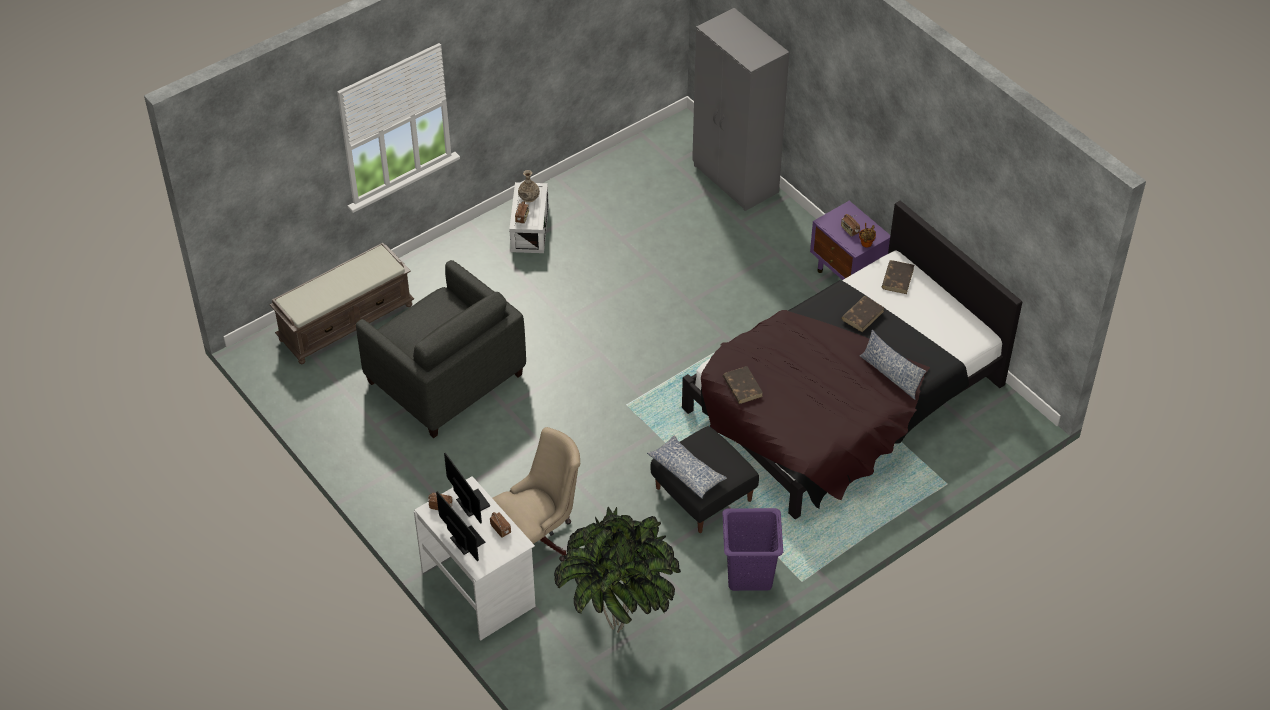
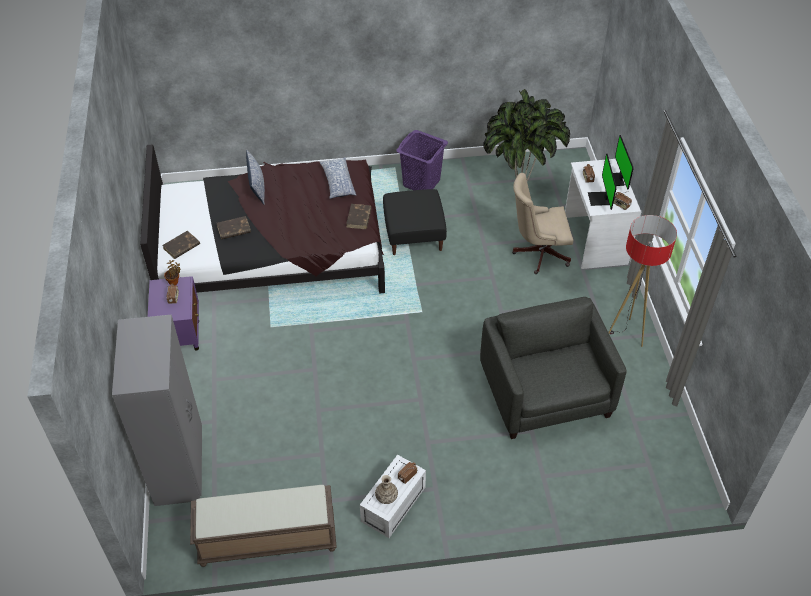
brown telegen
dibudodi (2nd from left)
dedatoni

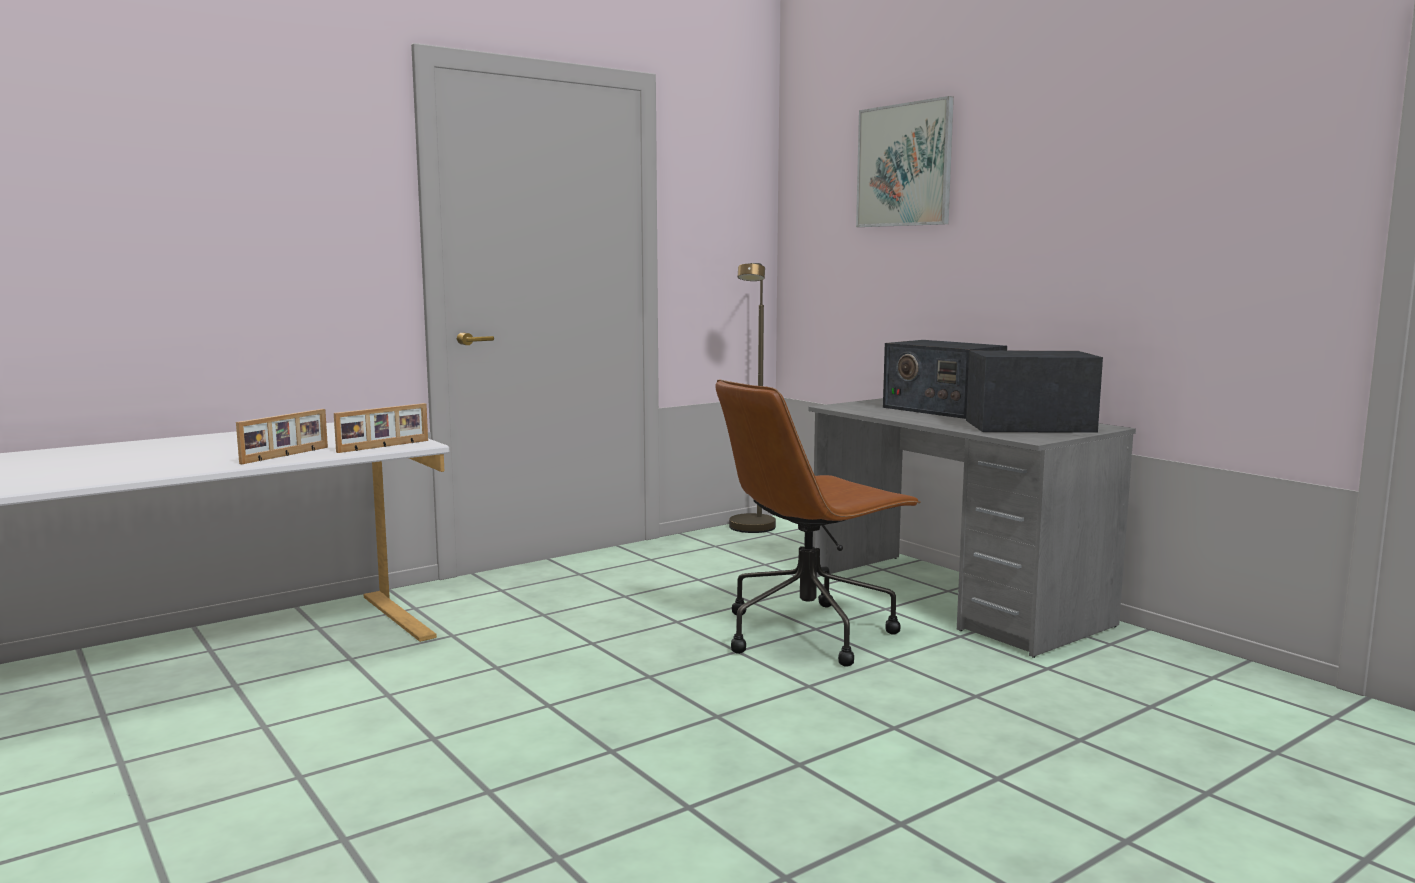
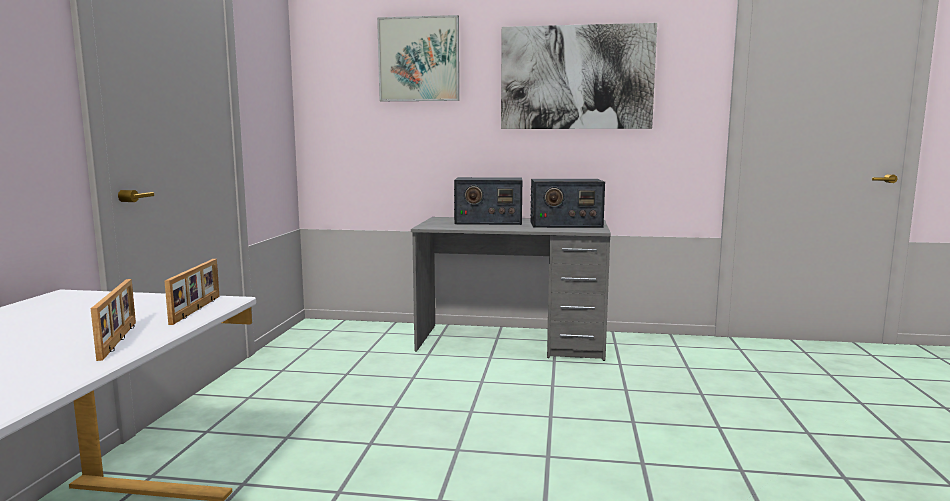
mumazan (2nd from left)
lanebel (2nd from left)
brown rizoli
brown dedatoni

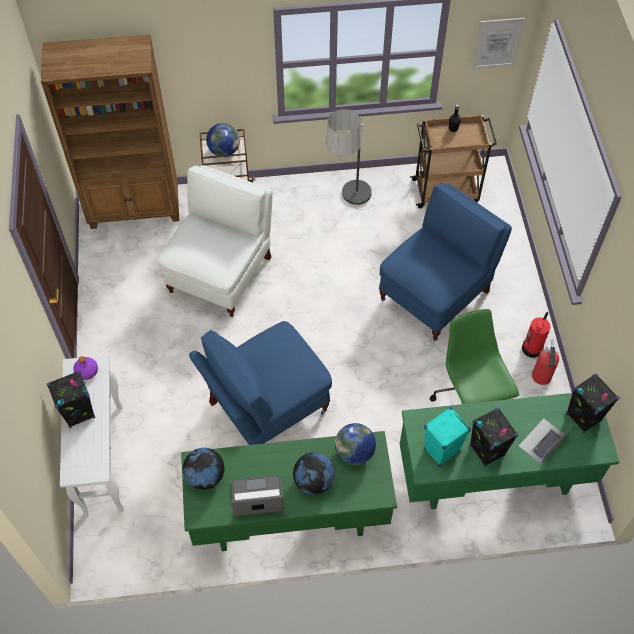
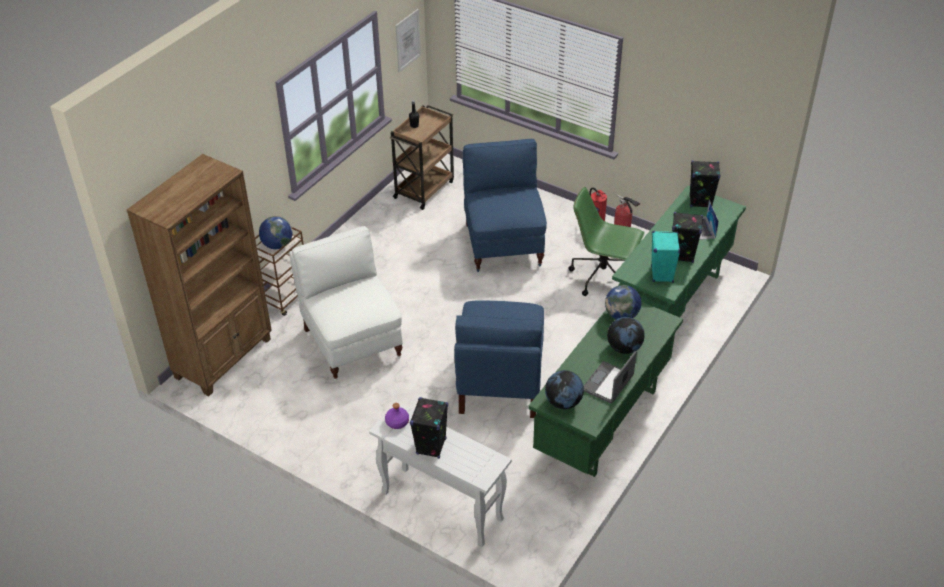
dedatoni

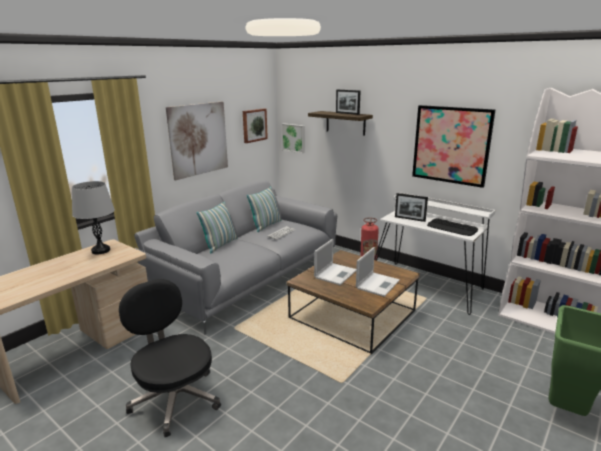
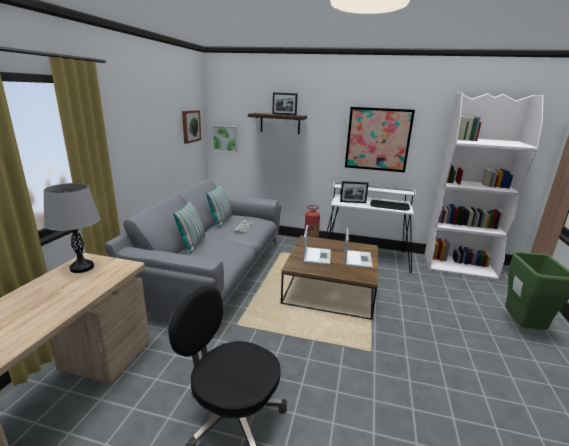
mumazan (1st from left in the first image)

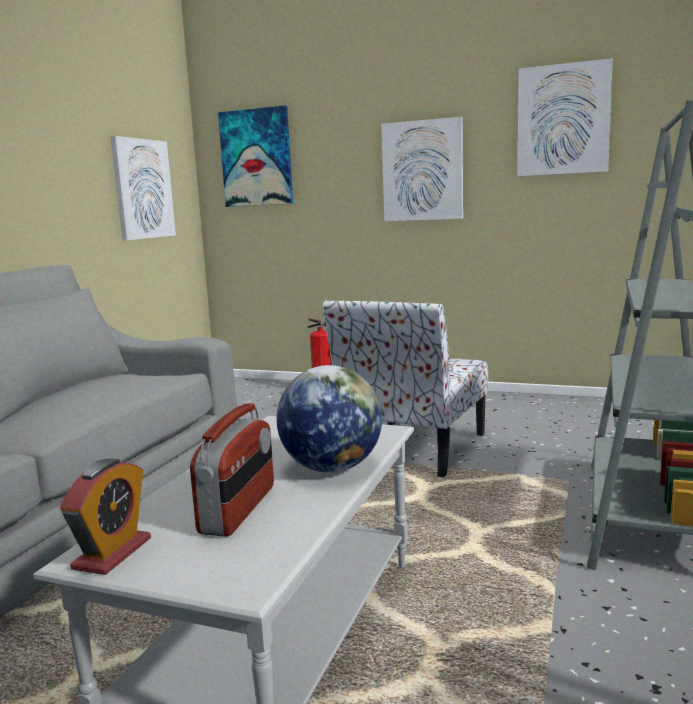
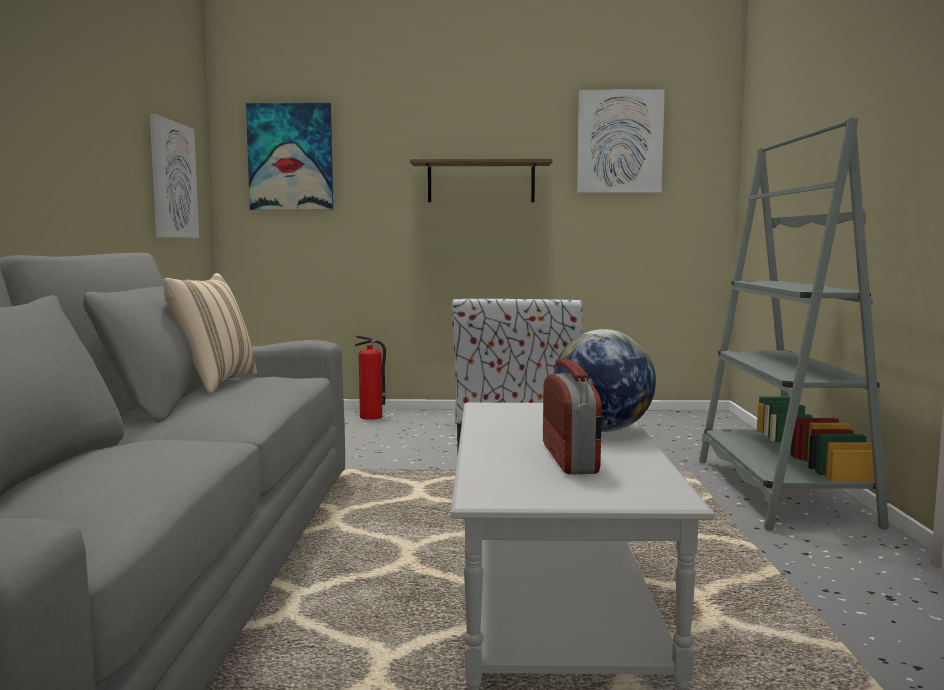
beige dibudodi
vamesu
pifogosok

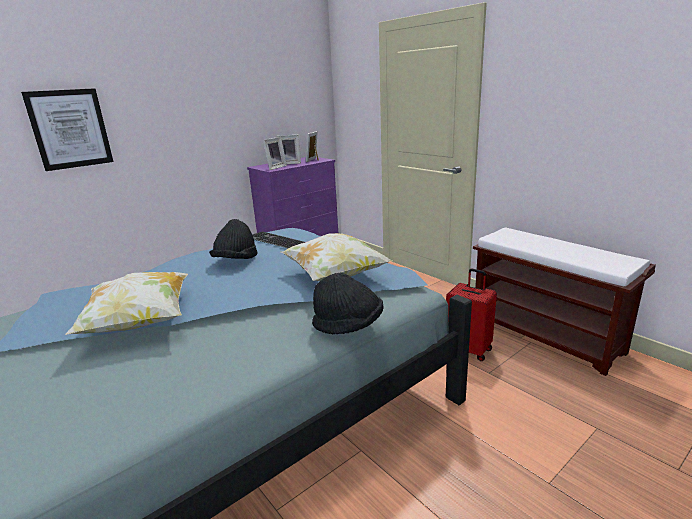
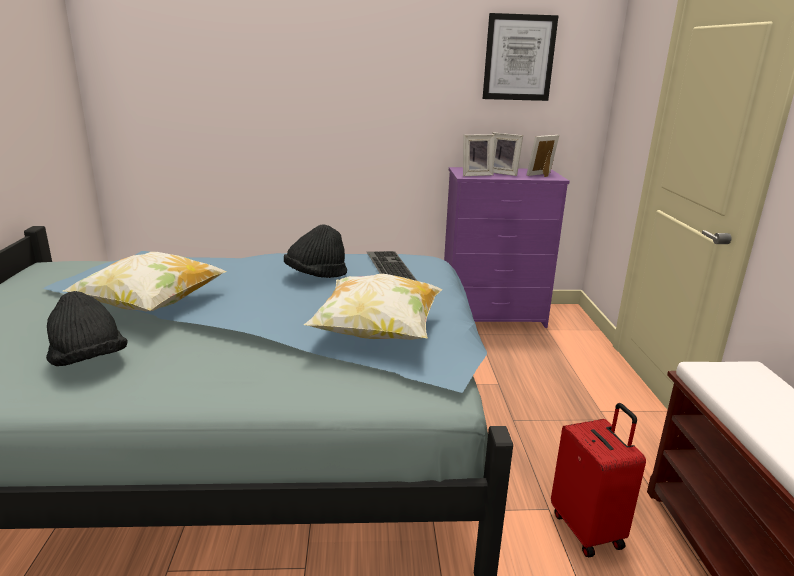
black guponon (1st from left)
mumazan

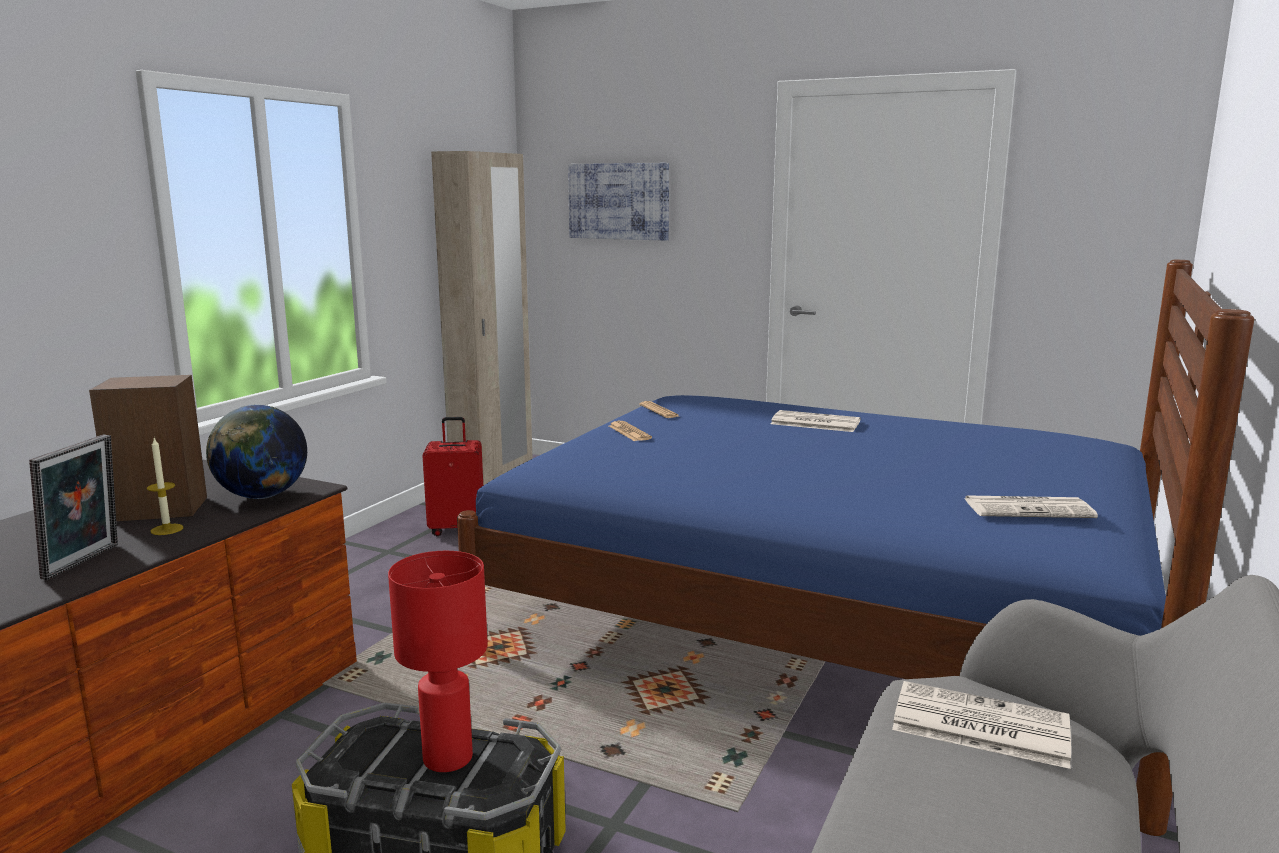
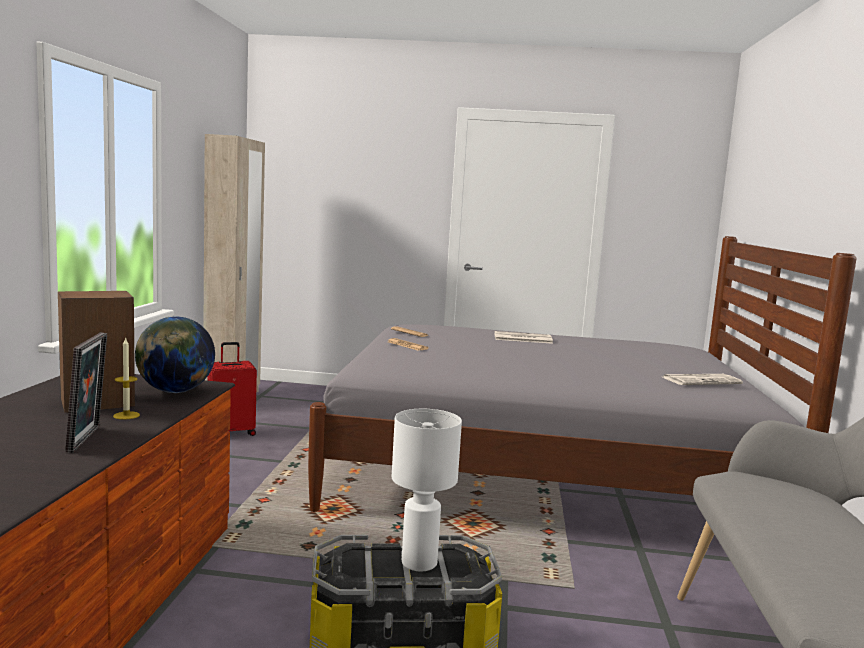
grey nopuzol
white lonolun
mumazan
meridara (4th from left in the first image)

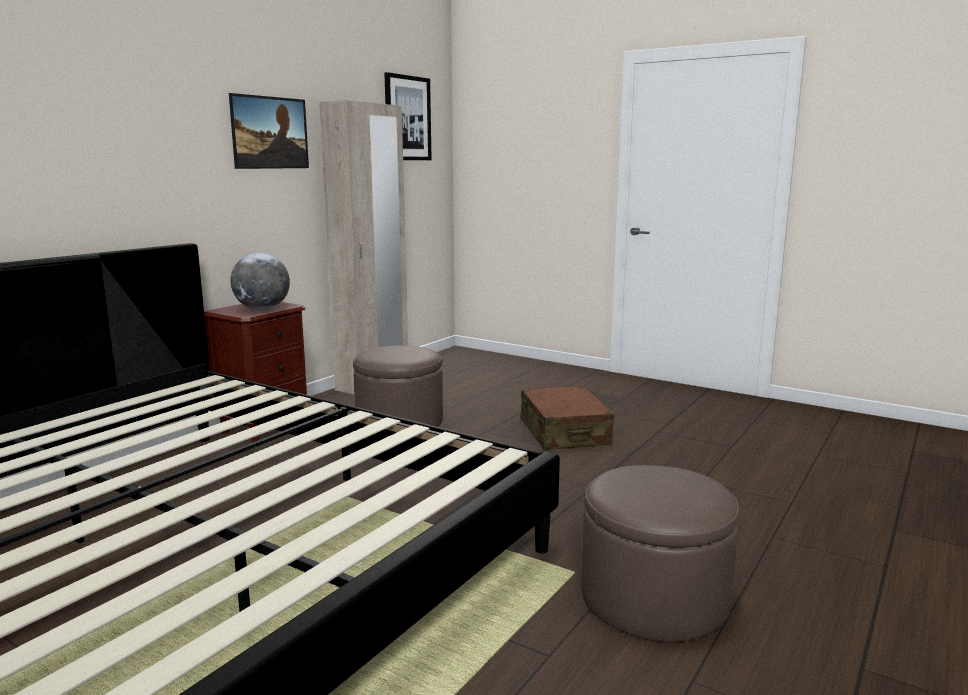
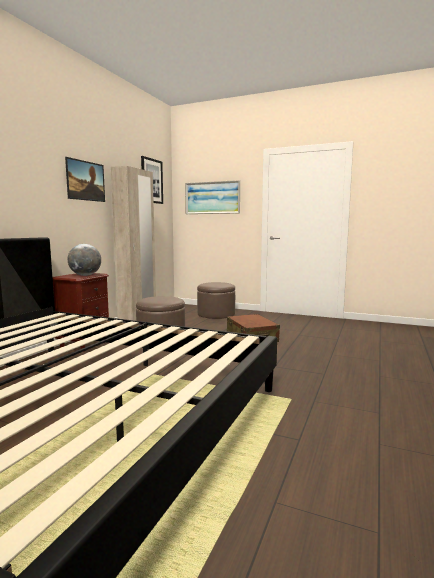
mumazan (3rd from left)
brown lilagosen (2nd from left)

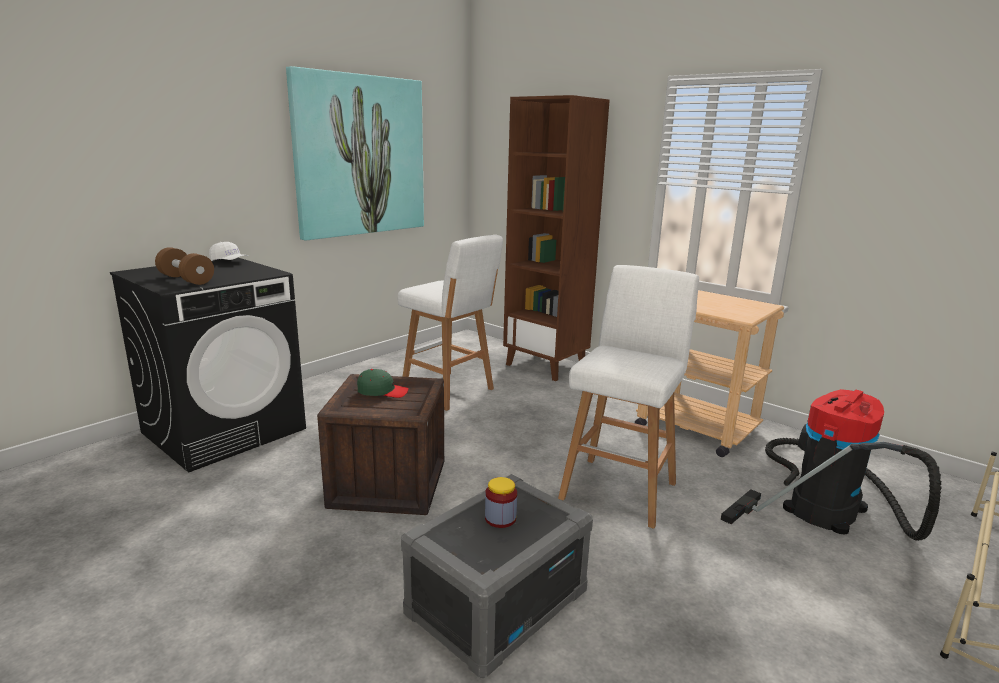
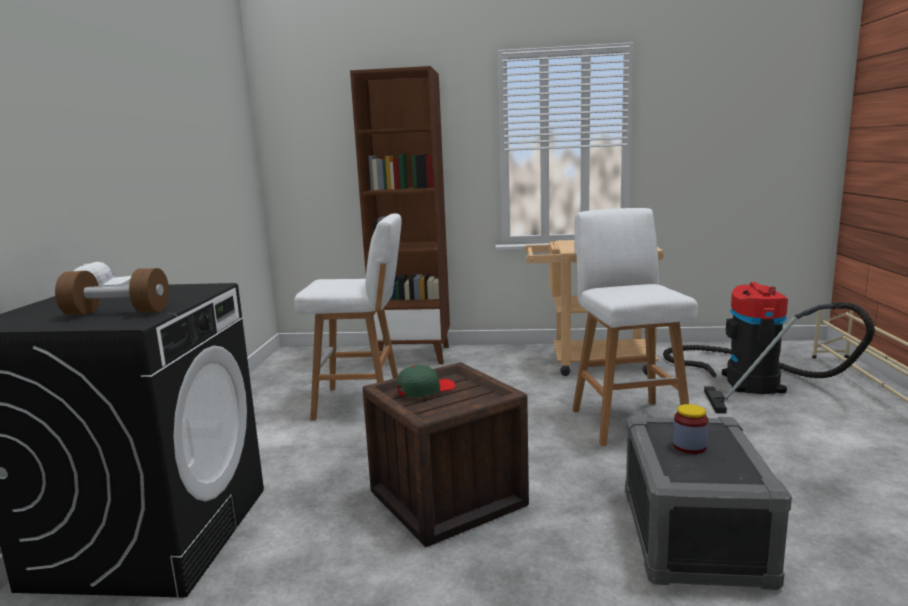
mumazan

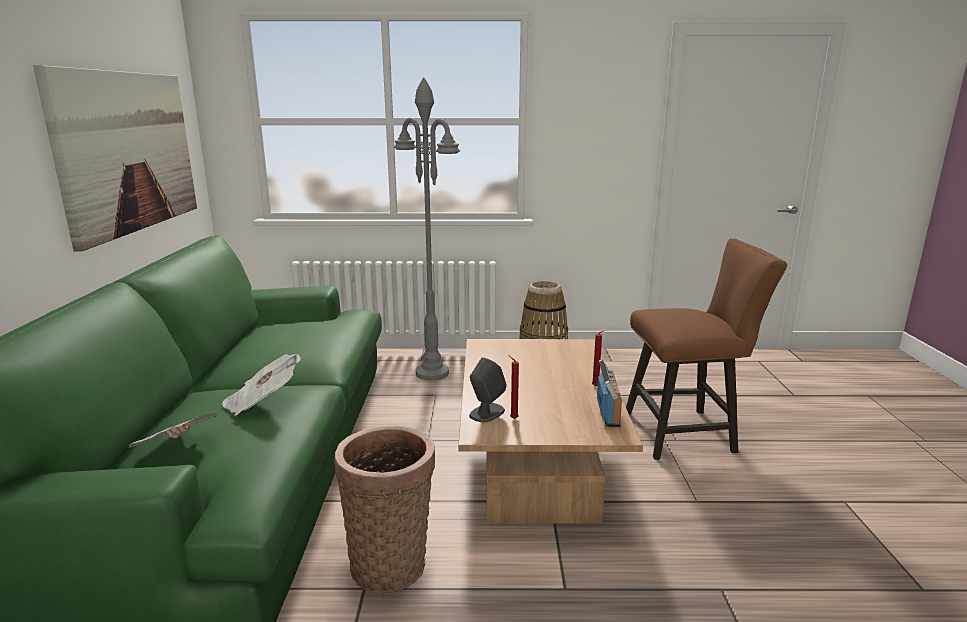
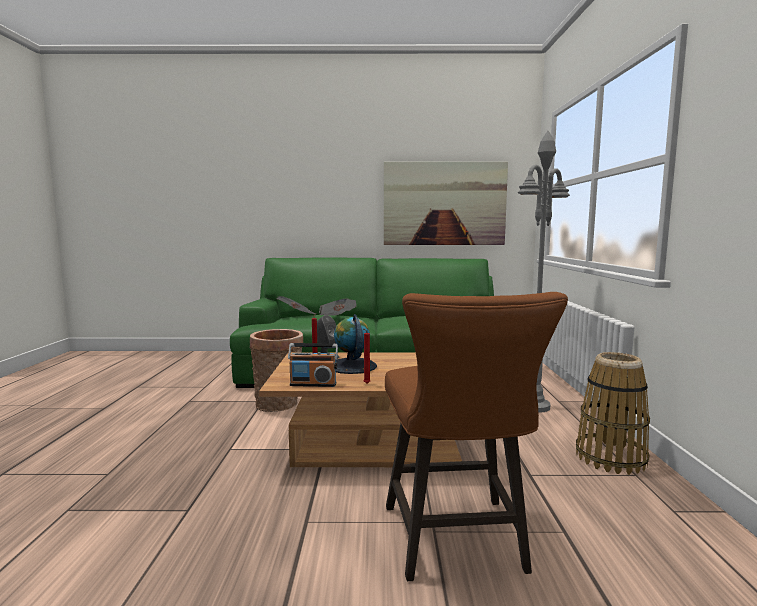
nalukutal

